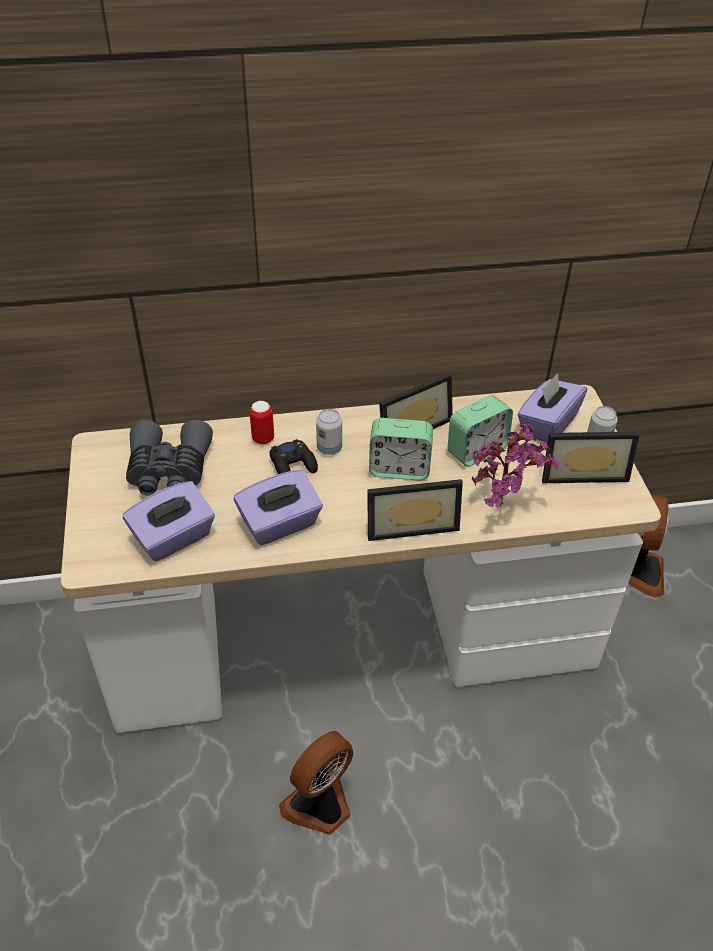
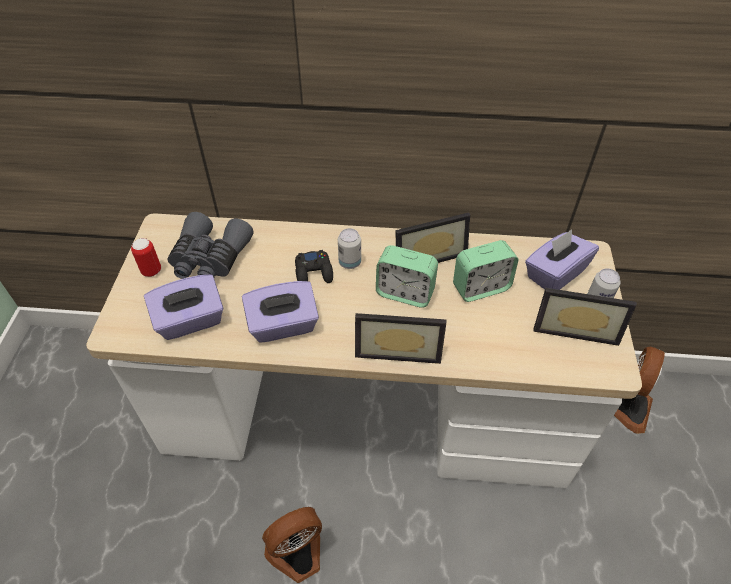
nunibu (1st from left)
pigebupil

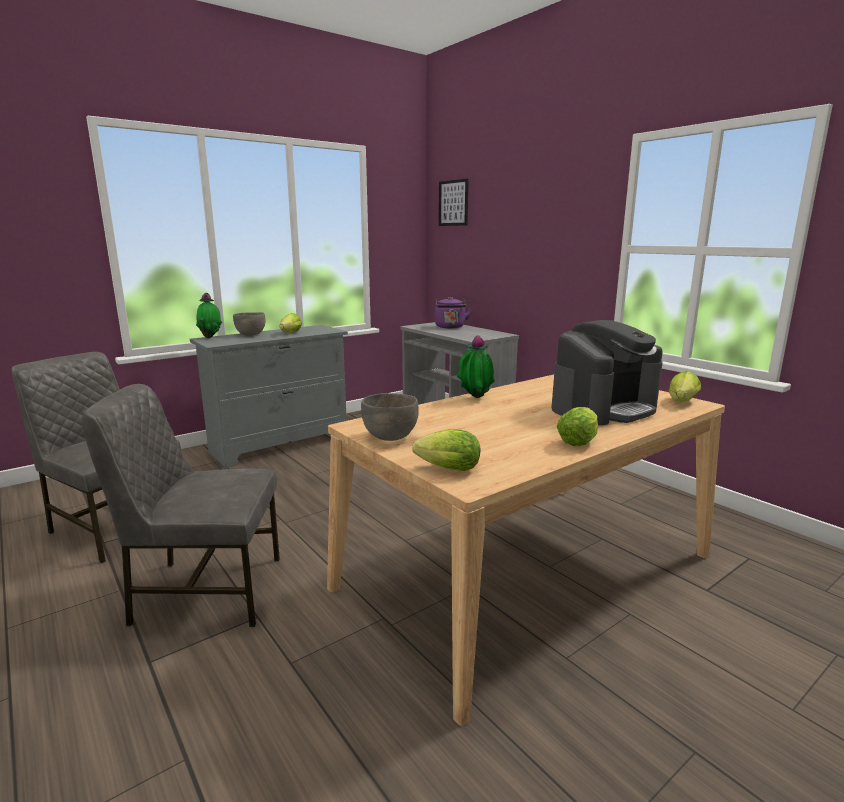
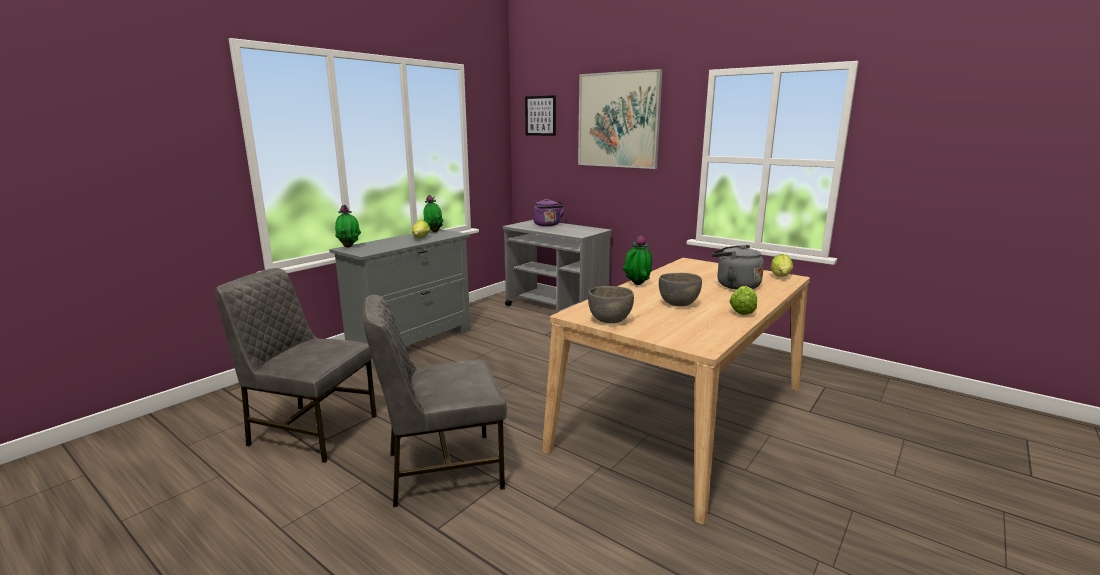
pigebupil (2nd from left)
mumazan (2nd from left)
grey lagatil (2nd from left)
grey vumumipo
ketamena (2nd from left in the first image)

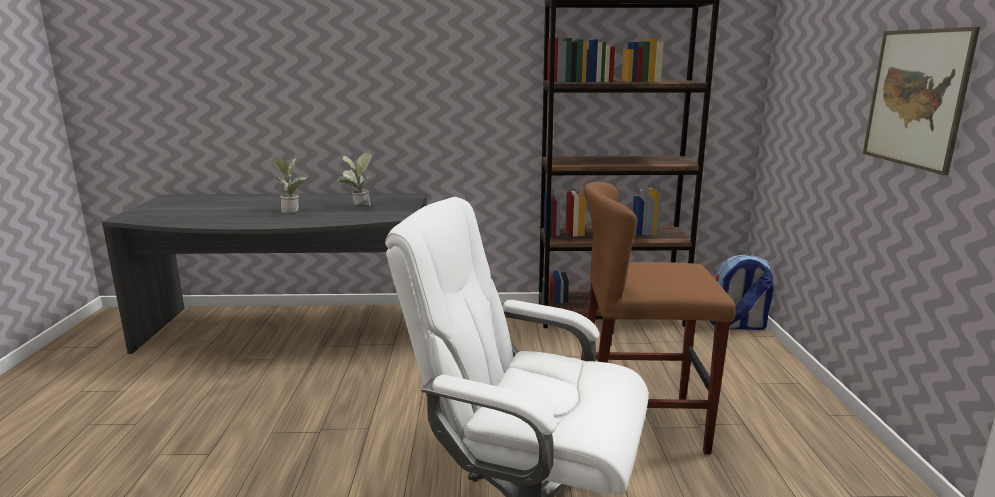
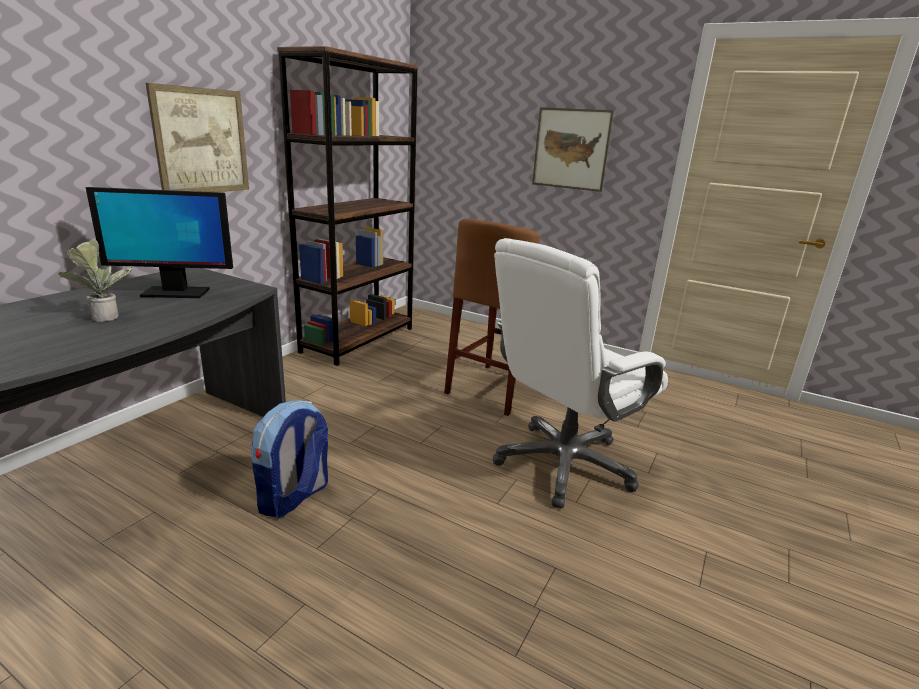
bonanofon
mumazan (1st from left)
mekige

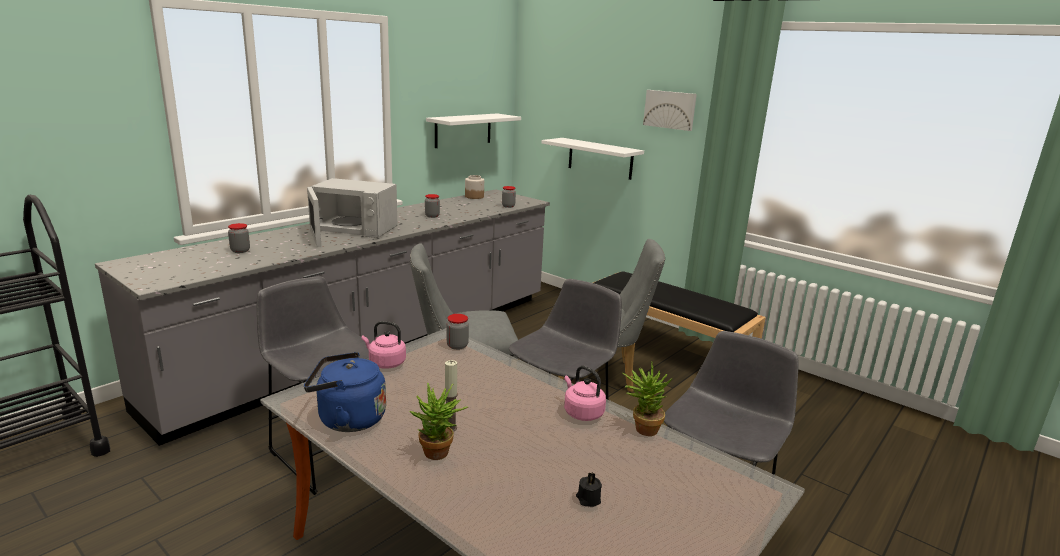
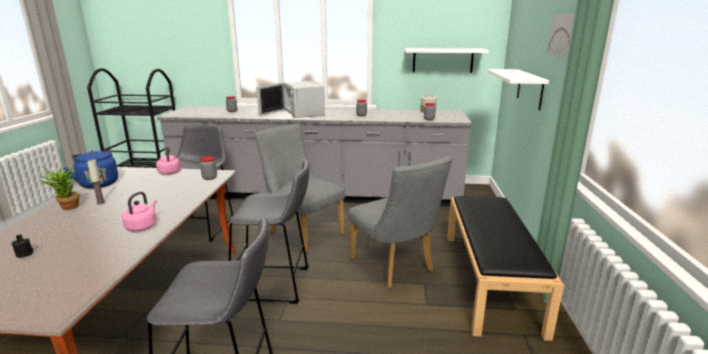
pigebupil (2nd from left in the first image)

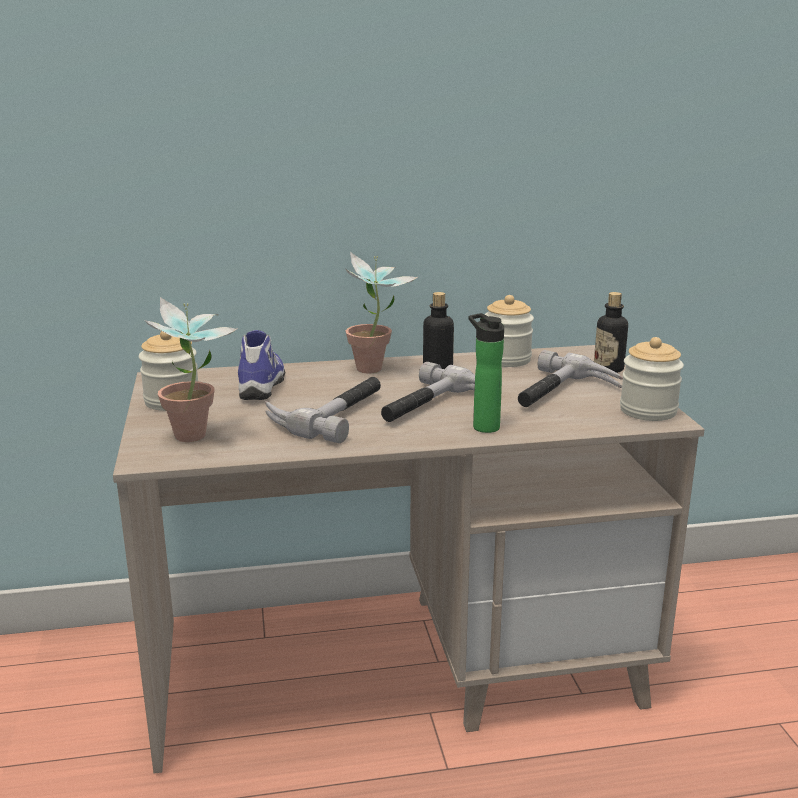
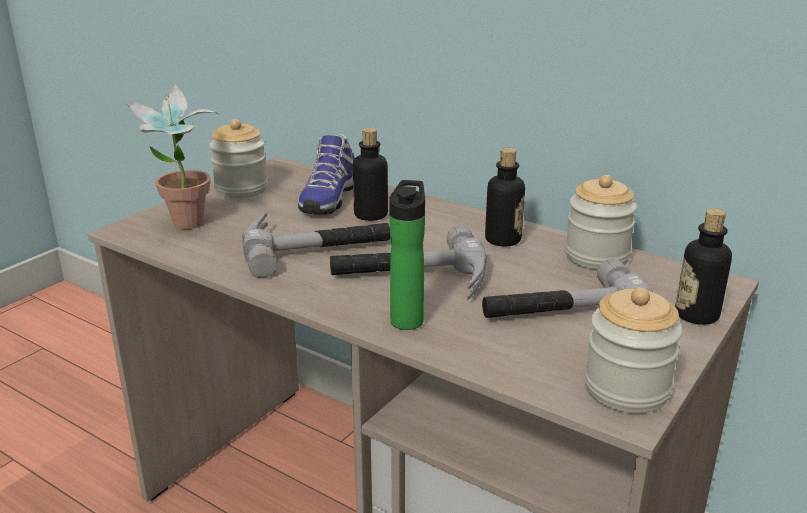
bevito
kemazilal (1st from left)
pigebupil (2nd from left in the first image)

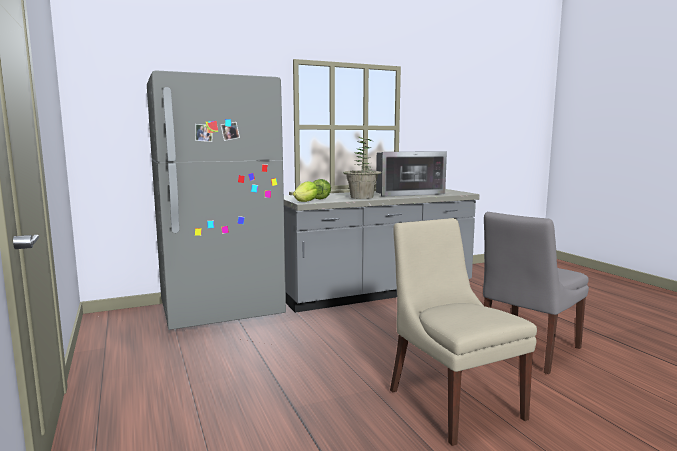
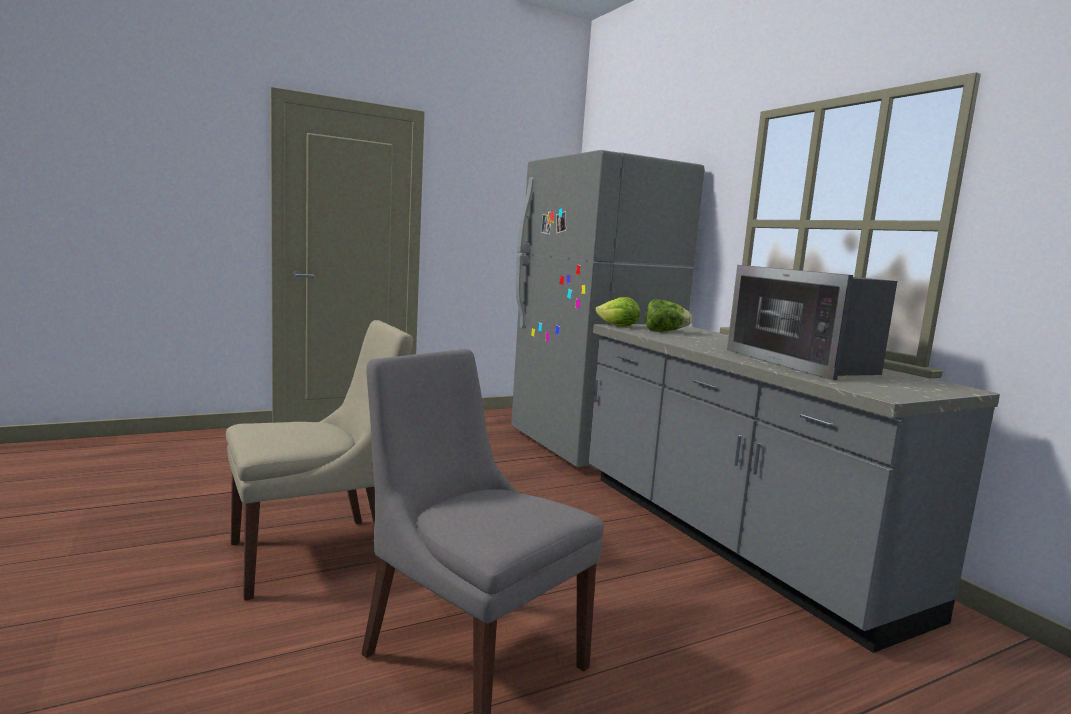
pigebupil

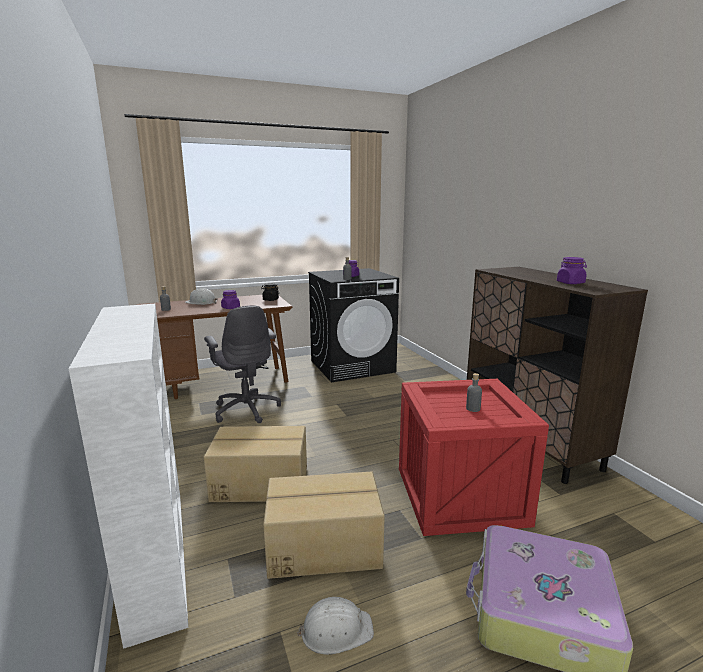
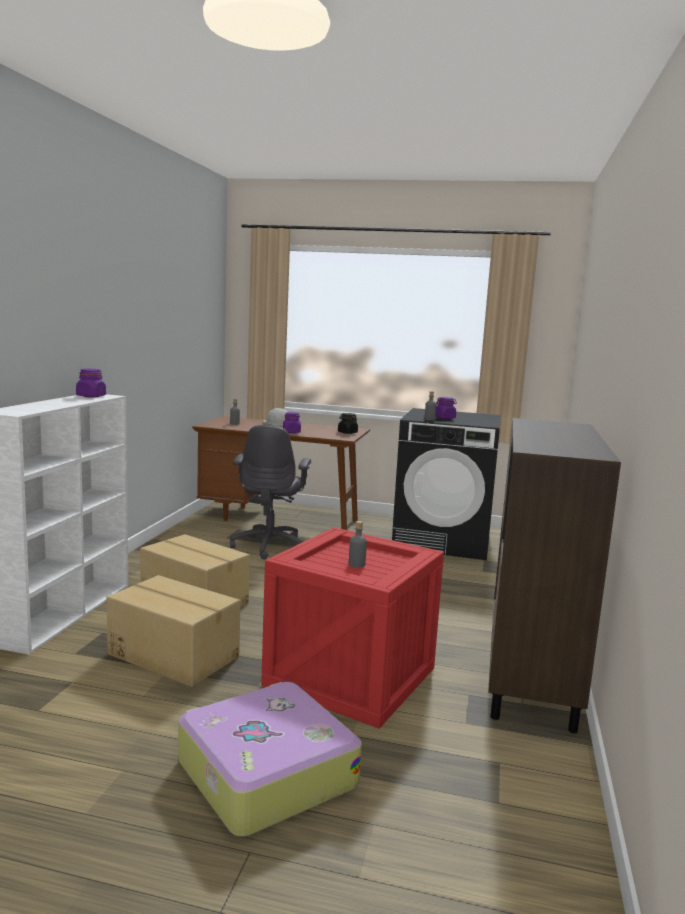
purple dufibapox (1st from left)
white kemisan (2nd from left in the first image)

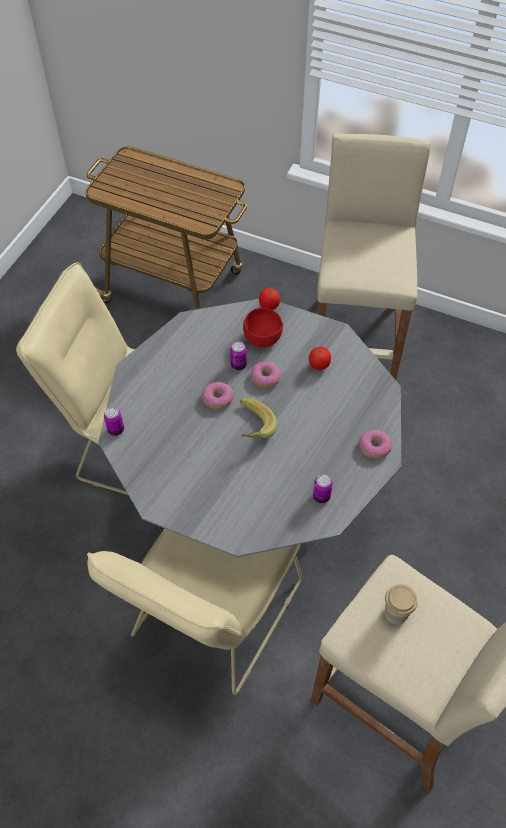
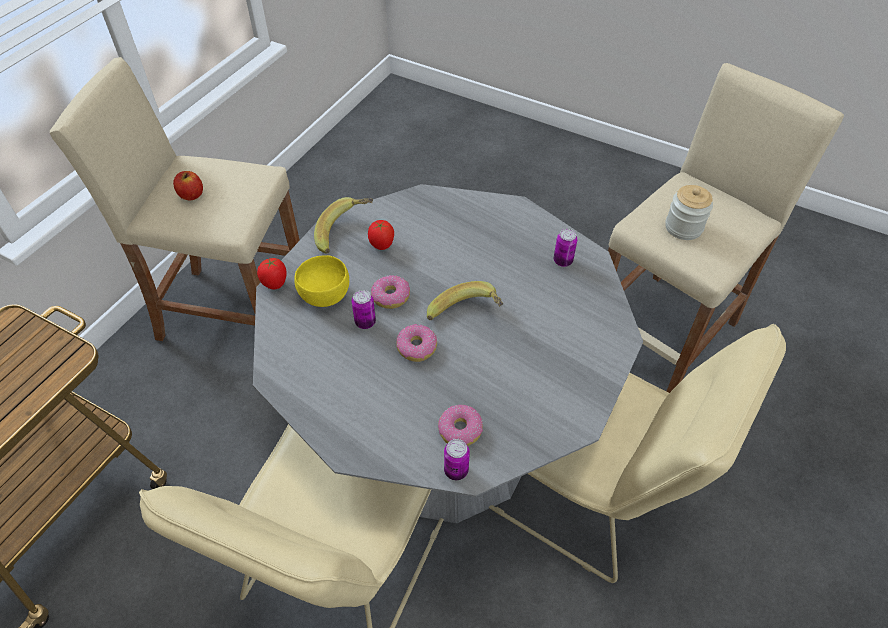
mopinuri
yellow lagatil
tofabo (1st from left)
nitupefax (3rd from left)
dufibapox

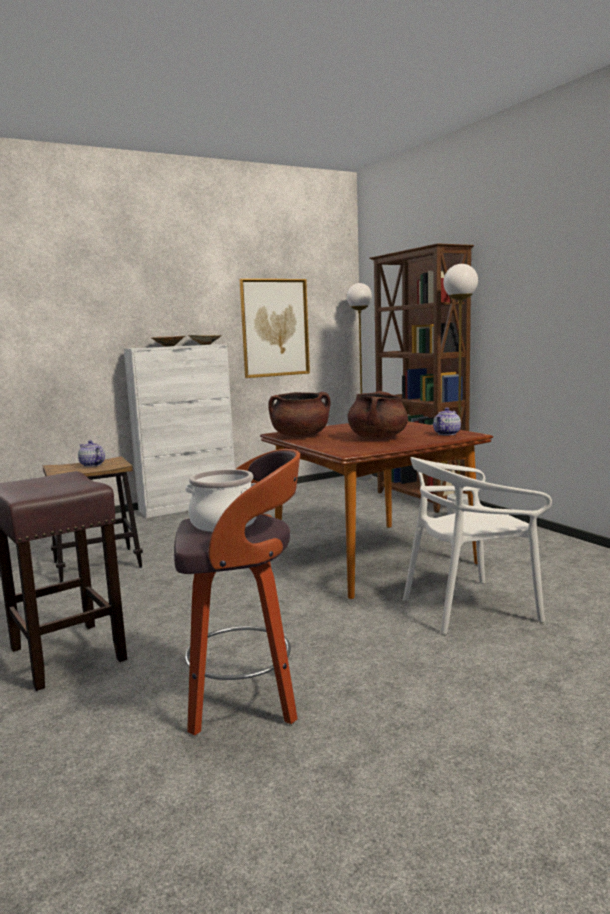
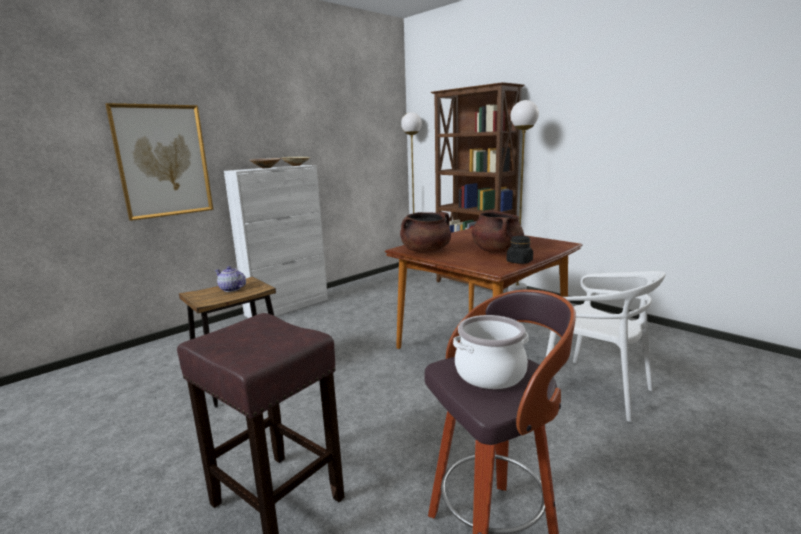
mumazan
black dufibapox
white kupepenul
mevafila (2nd from left in the first image)

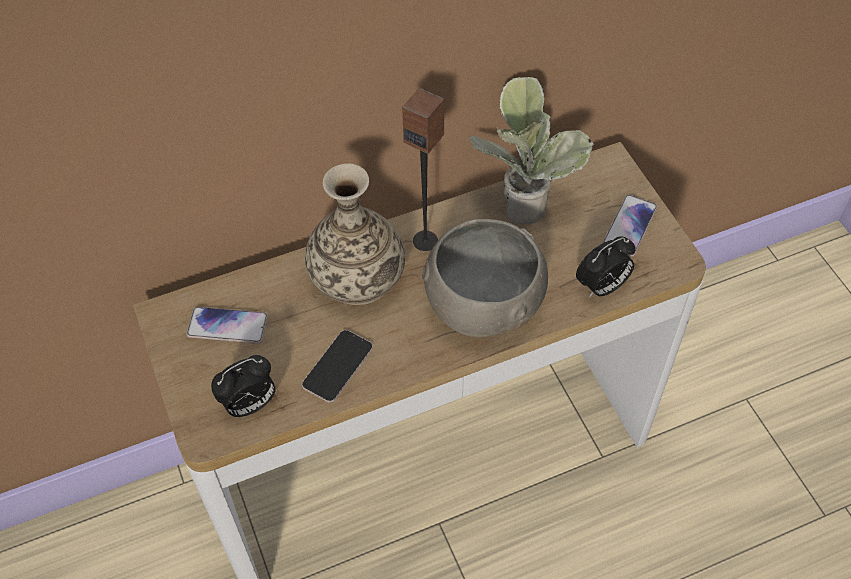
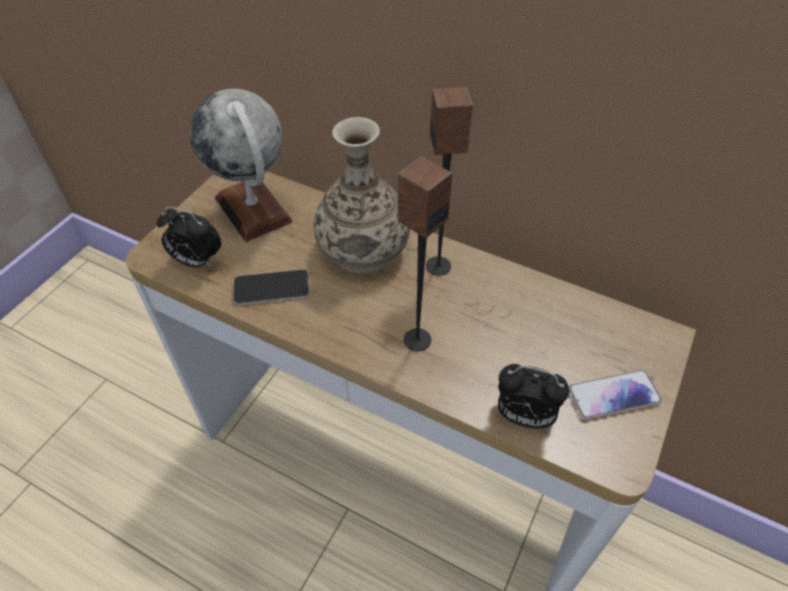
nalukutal
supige (1st from left)
pigebupil

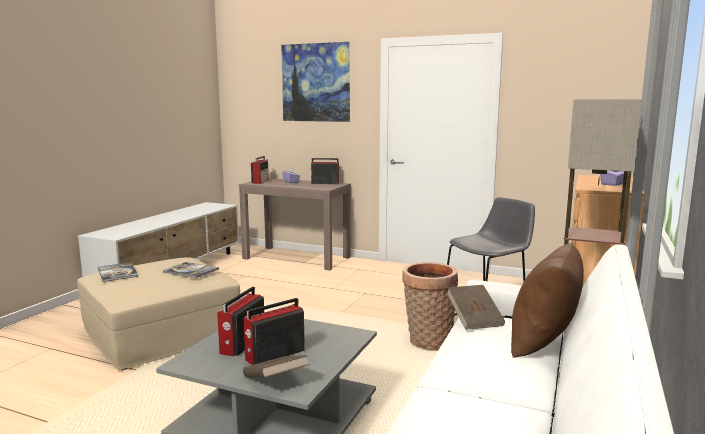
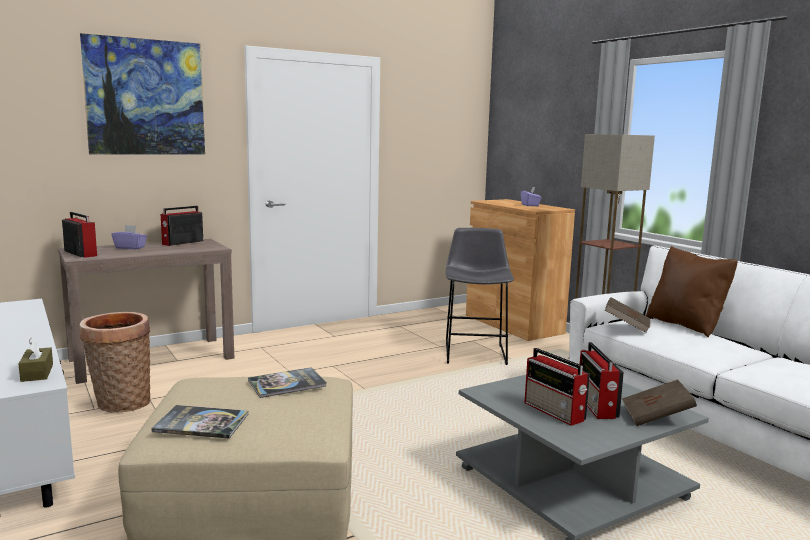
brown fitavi
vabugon

